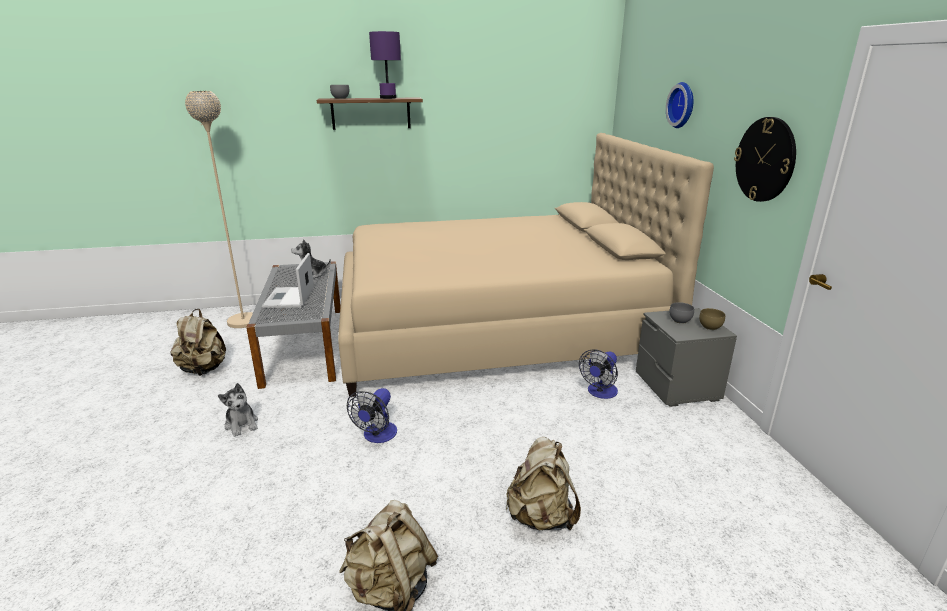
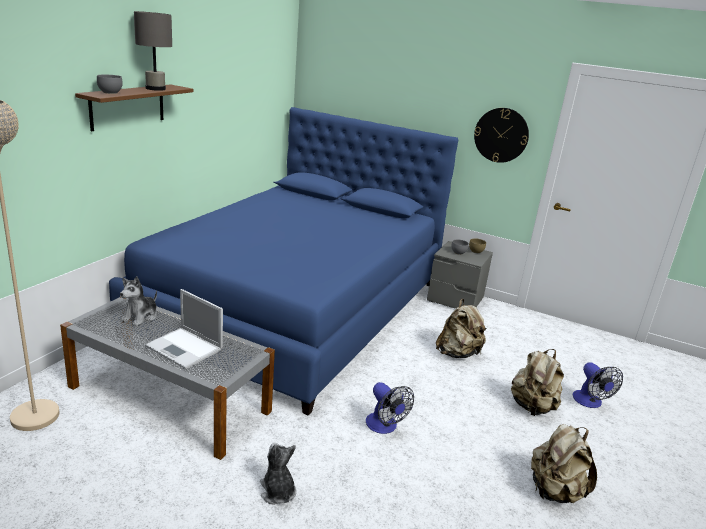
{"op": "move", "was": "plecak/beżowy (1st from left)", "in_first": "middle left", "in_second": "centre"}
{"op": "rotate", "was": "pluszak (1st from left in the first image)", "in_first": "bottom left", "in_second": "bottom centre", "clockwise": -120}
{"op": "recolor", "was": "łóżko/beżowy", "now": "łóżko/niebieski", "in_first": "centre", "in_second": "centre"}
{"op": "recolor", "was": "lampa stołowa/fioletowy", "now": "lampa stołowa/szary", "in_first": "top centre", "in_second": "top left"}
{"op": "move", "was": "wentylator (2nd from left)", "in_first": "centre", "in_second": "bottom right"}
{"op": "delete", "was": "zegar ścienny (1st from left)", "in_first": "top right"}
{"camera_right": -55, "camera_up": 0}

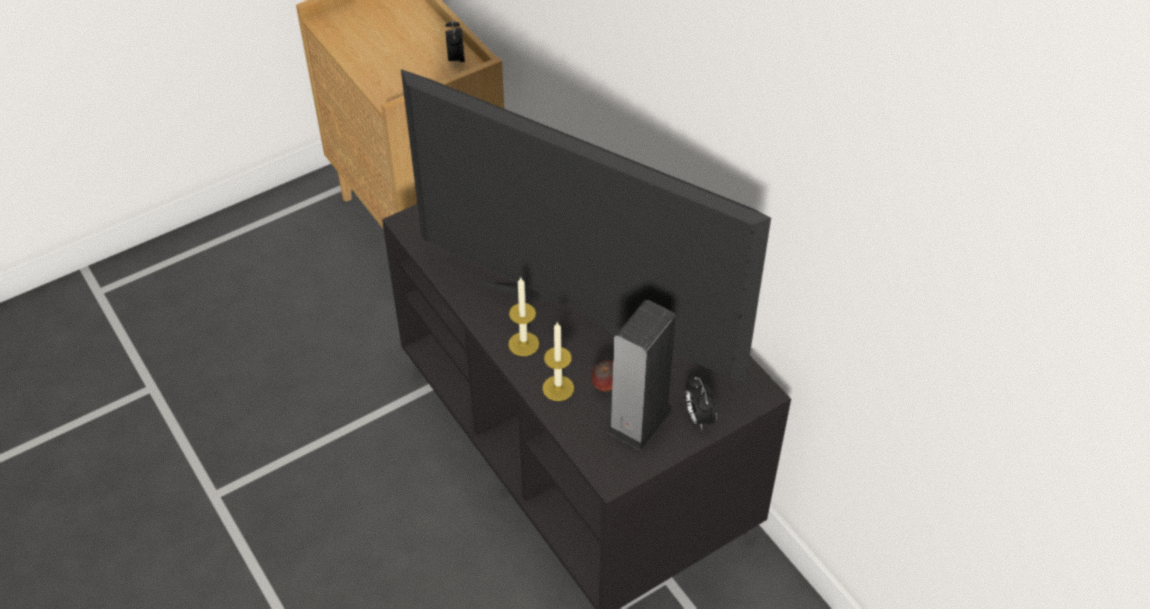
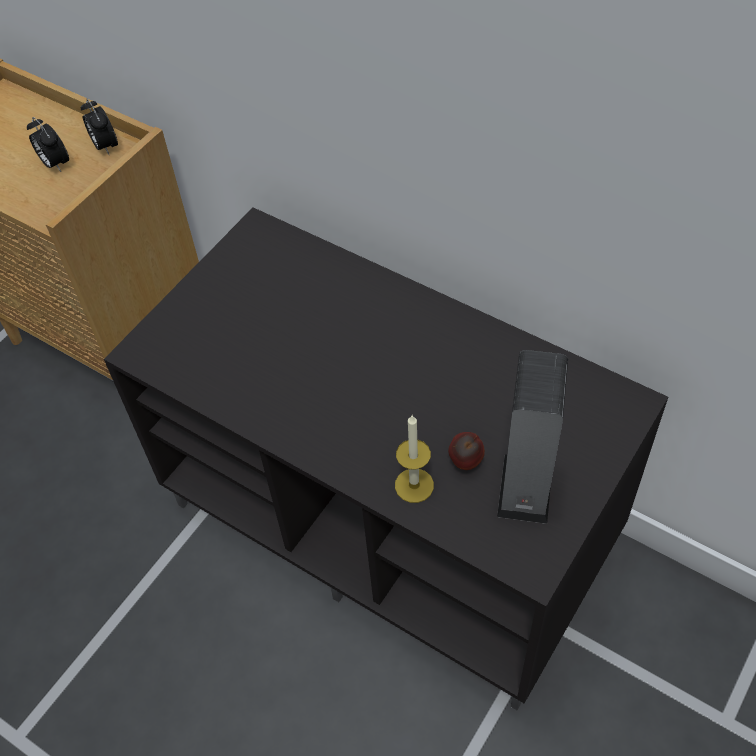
{"op": "delete", "was": "telewizor", "in_first": "centre"}
{"op": "delete", "was": "świeca (1st from left)", "in_first": "centre"}
{"op": "move", "was": "budzik (2nd from left in the first image)", "now": "budzik (1st from left)", "in_first": "centre", "in_second": "top left"}
{"camera_right": -20, "camera_up": 5}

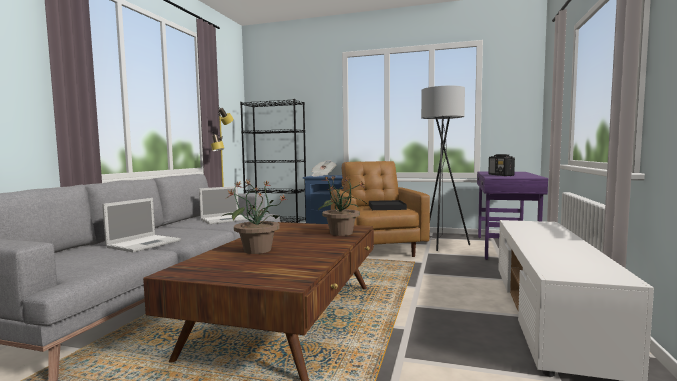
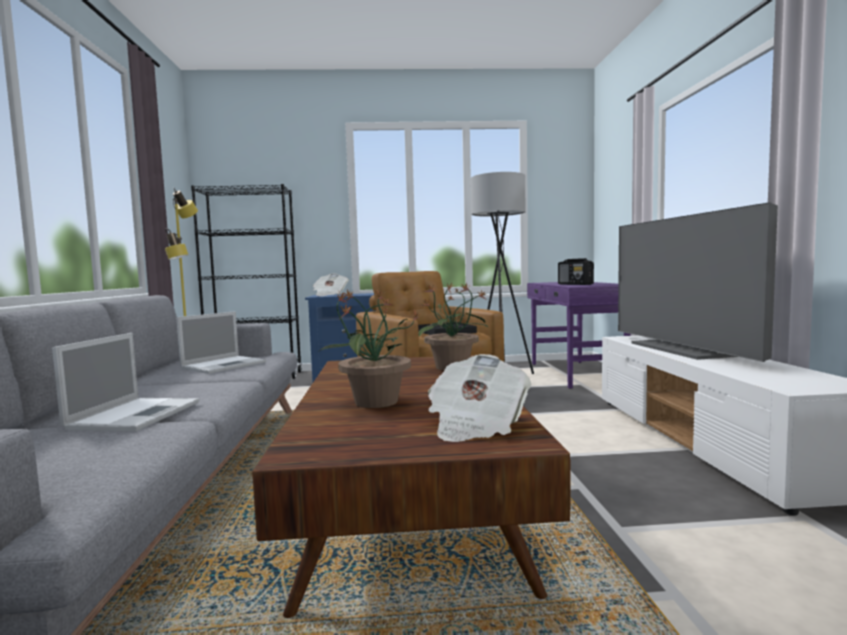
{"op": "insert", "now": "gazeta (2nd from left)", "in_second": "centre"}
{"op": "insert", "now": "telewizor", "in_second": "middle right"}
{"camera_right": -20, "camera_up": 0}

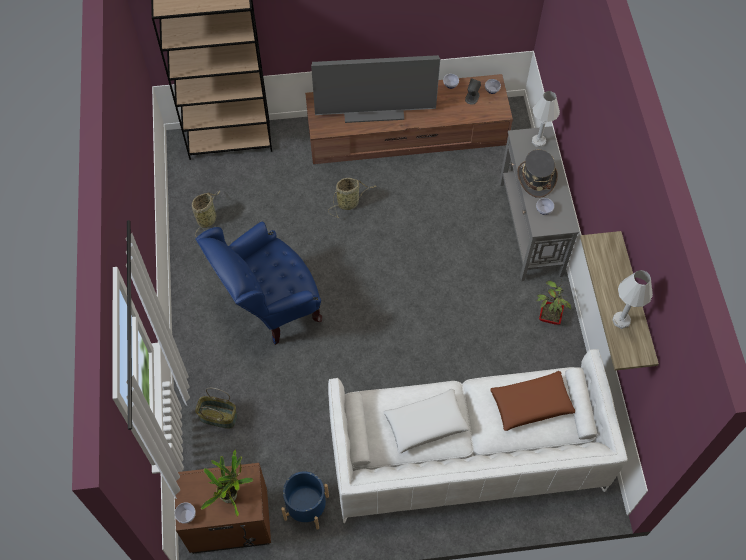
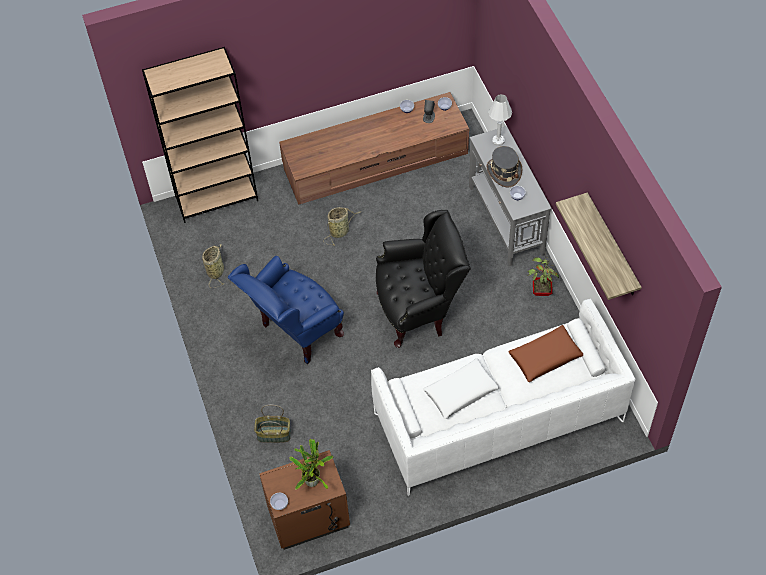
{"op": "delete", "was": "donica/niebieski", "in_first": "bottom centre"}
{"op": "delete", "was": "telewizor", "in_first": "top centre"}
{"op": "delete", "was": "lampa stołowa/biały (2nd from left)", "in_first": "middle right"}
{"op": "insert", "now": "fotel/czarny", "in_second": "centre"}
{"camera_right": -10, "camera_up": -5}

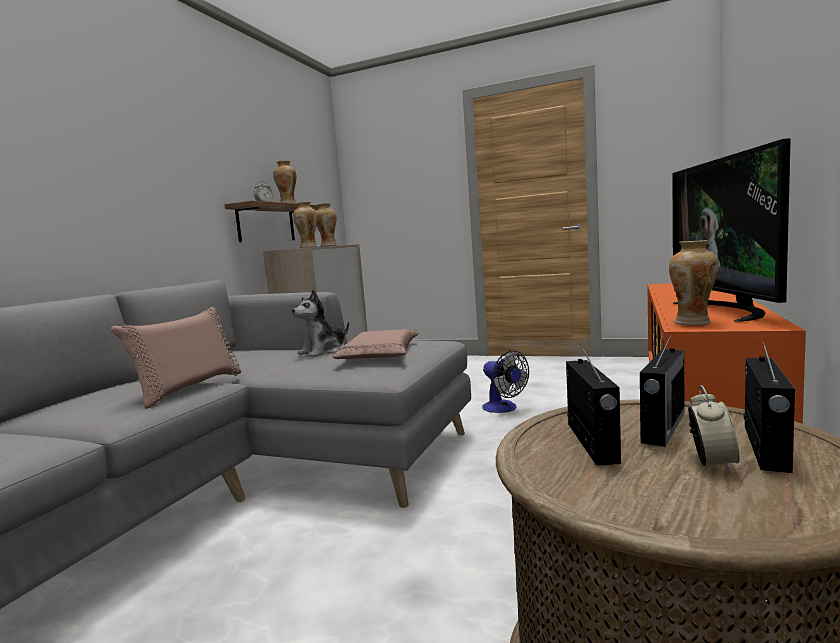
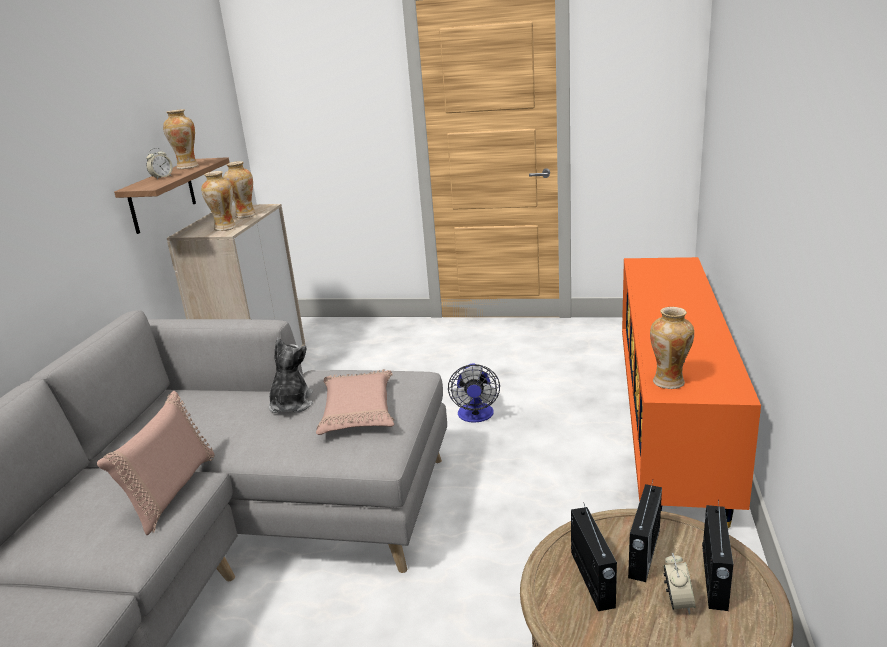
{"op": "rotate", "was": "pluszak", "in_first": "centre", "in_second": "middle left", "clockwise": 150}
{"op": "rotate", "was": "wentylator", "in_first": "centre", "in_second": "centre", "clockwise": 45}
{"op": "delete", "was": "telewizor", "in_first": "middle right"}
{"camera_right": -10, "camera_up": 15}

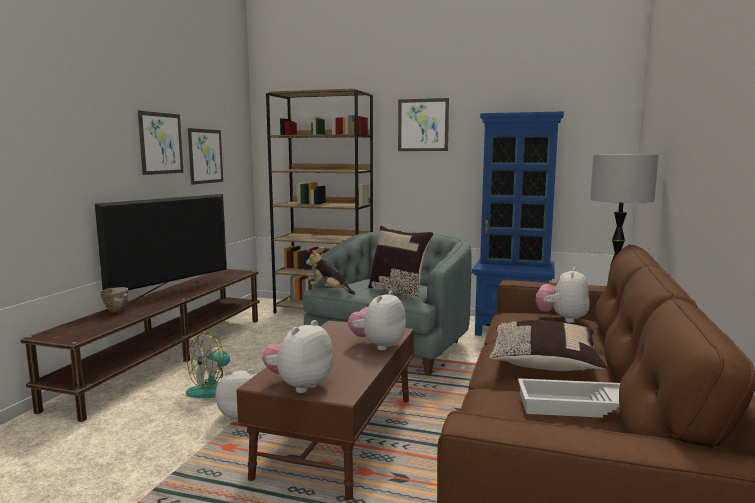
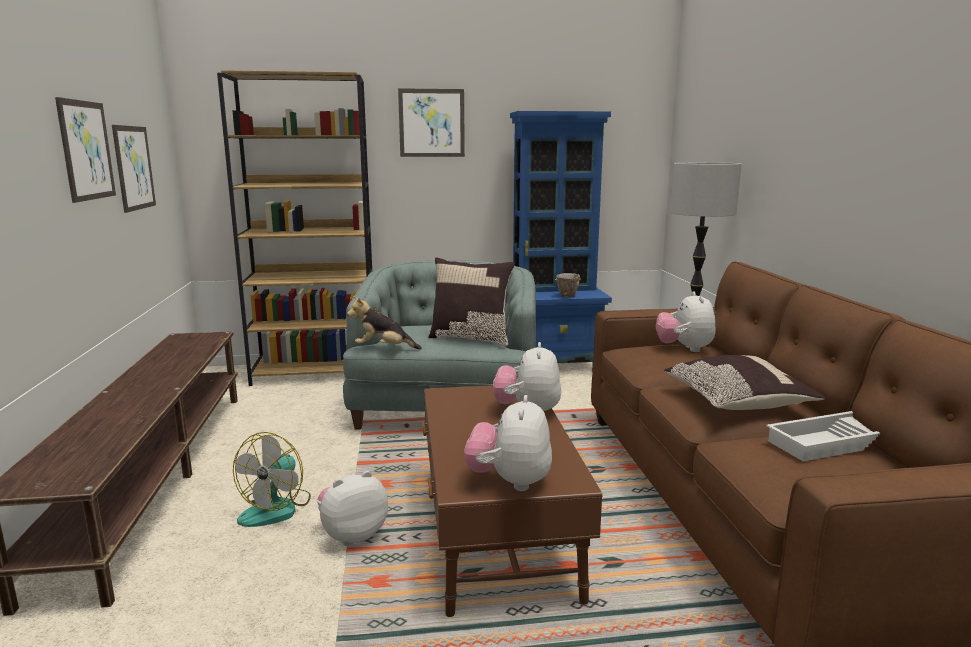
{"op": "delete", "was": "telewizor", "in_first": "middle left"}
{"op": "move", "was": "miska", "in_first": "middle left", "in_second": "centre"}
{"camera_right": -25, "camera_up": 5}

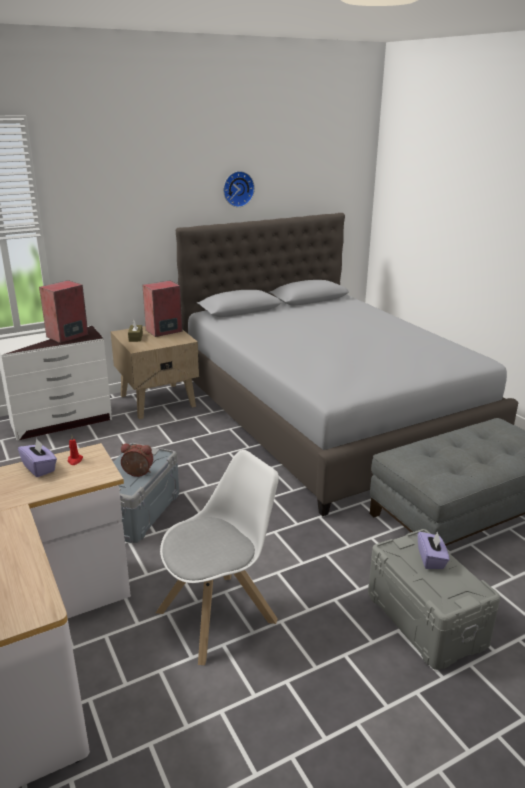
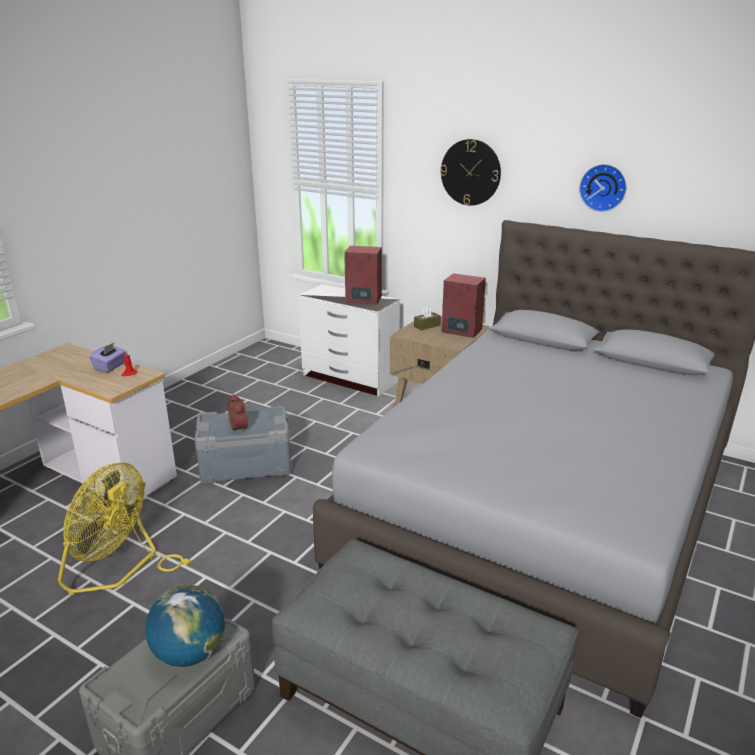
{"op": "replace", "was": "krzesło", "now": "wentylator/żółty", "in_first": "bottom centre", "in_second": "bottom left"}
{"op": "replace", "was": "pudełko chusteczek/fioletowy (2nd from left)", "now": "globus", "in_first": "bottom right", "in_second": "bottom left"}
{"op": "insert", "now": "zegar ścienny (1st from left)", "in_second": "top centre"}
{"camera_right": 60, "camera_up": 0}

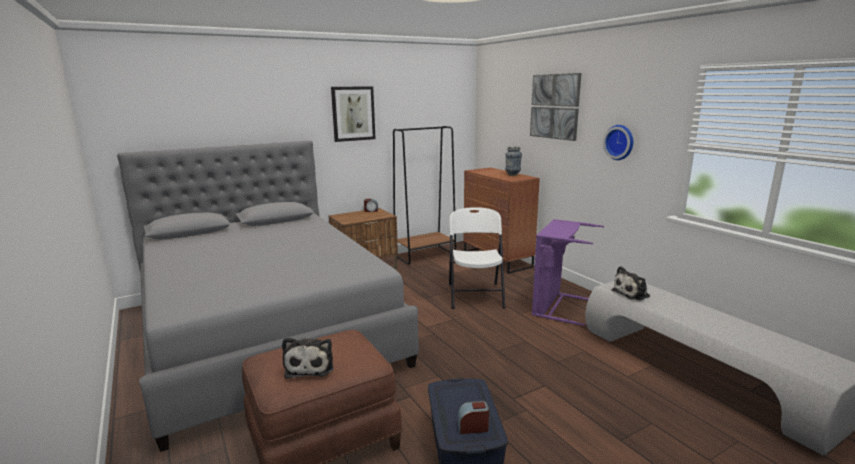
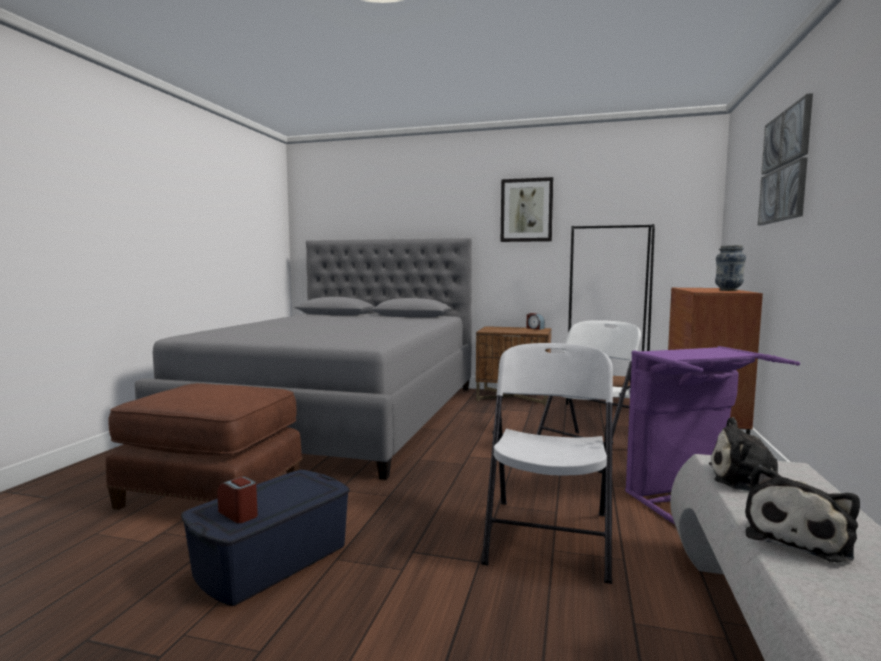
{"op": "move", "was": "pluszak (1st from left in the first image)", "now": "pluszak (2nd from left)", "in_first": "bottom centre", "in_second": "bottom right"}
{"op": "delete", "was": "zegar ścienny", "in_first": "top right"}
{"op": "insert", "now": "krzesło/biały (1st from left)", "in_second": "bottom centre"}
{"camera_right": 45, "camera_up": -10}

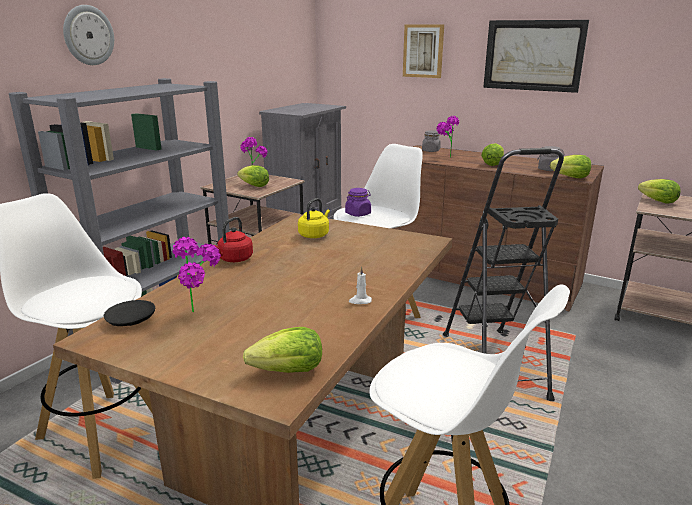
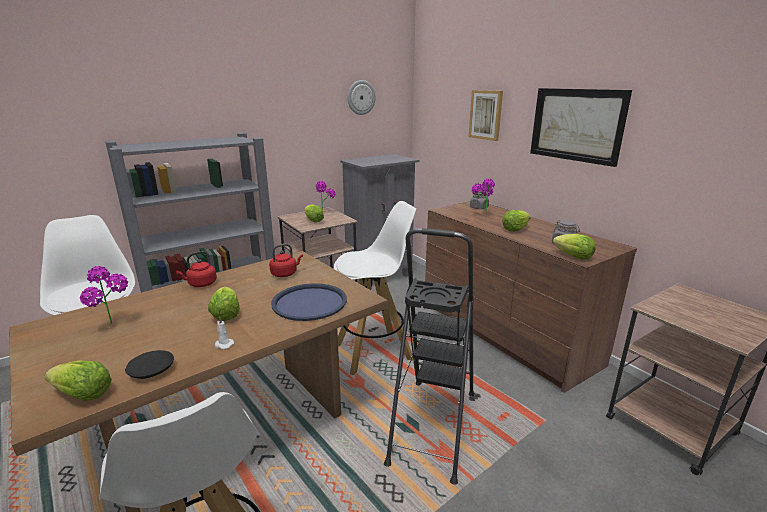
{"op": "move", "was": "zegar ścienny", "in_first": "top left", "in_second": "top centre"}
{"op": "move", "was": "talerz/czarny", "in_first": "middle left", "in_second": "bottom left"}
{"op": "recolor", "was": "czajnik/żółty", "now": "czajnik/czerwony (2nd from left)", "in_first": "centre", "in_second": "centre"}
{"op": "delete", "was": "słoik/fioletowy", "in_first": "centre"}
{"op": "move", "was": "sałata (5th from left in the first image)", "now": "sałata (2nd from left)", "in_first": "middle right", "in_second": "middle left"}
{"op": "insert", "now": "taca/niebieski", "in_second": "centre"}
{"camera_right": 25, "camera_up": 0}

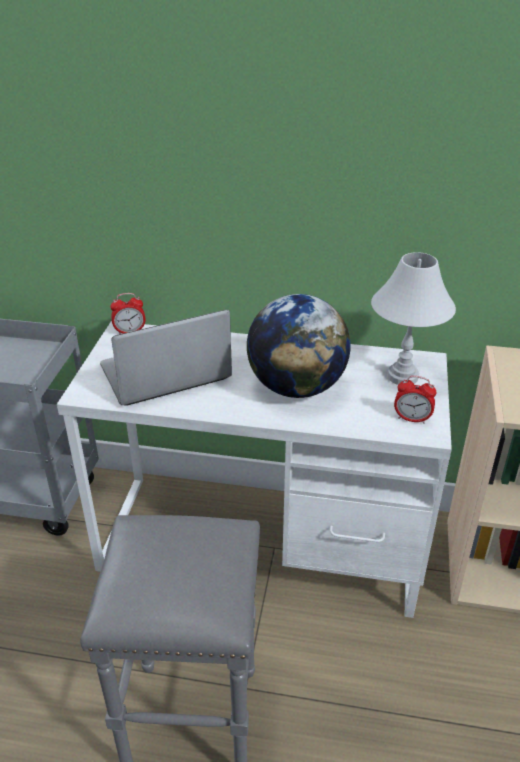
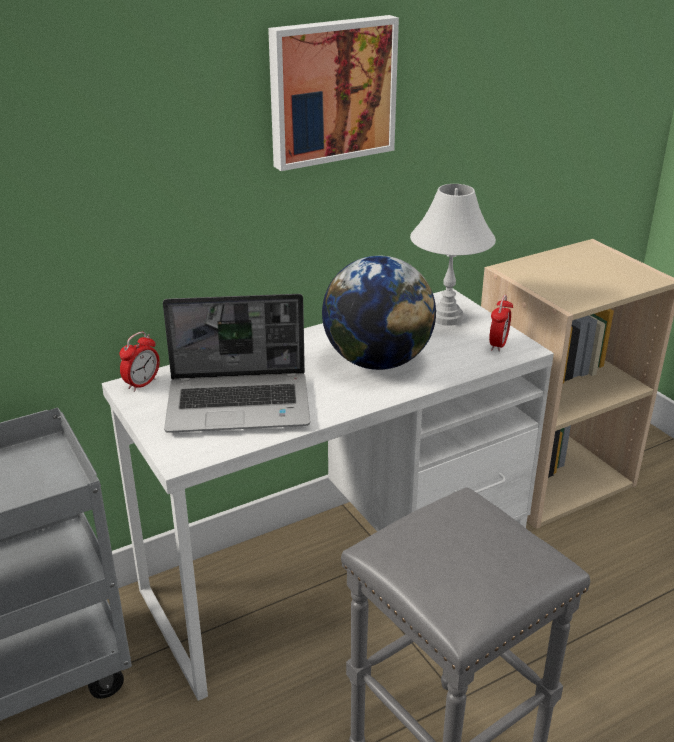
{"op": "rotate", "was": "laptop", "in_first": "middle left", "in_second": "centre", "clockwise": -120}
{"op": "rotate", "was": "budzik (2nd from left)", "in_first": "middle right", "in_second": "middle right", "clockwise": -45}
{"op": "insert", "now": "obraz", "in_second": "top centre"}
{"camera_right": -40, "camera_up": -5}

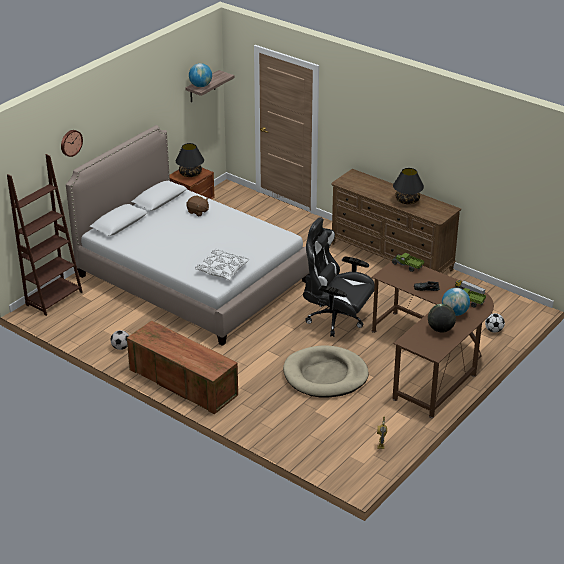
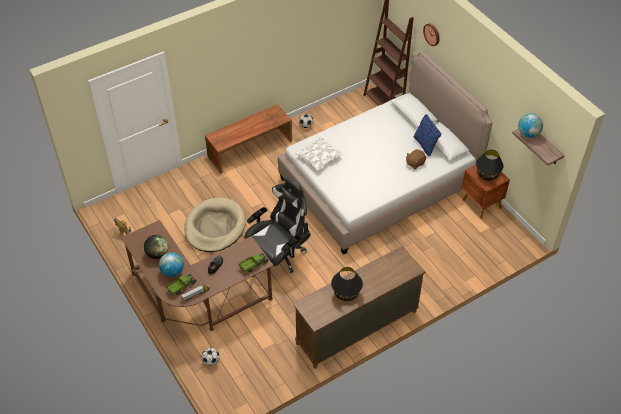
{"op": "insert", "now": "poduszka/niebieski", "in_second": "top right"}
{"camera_right": 110, "camera_up": 15}

